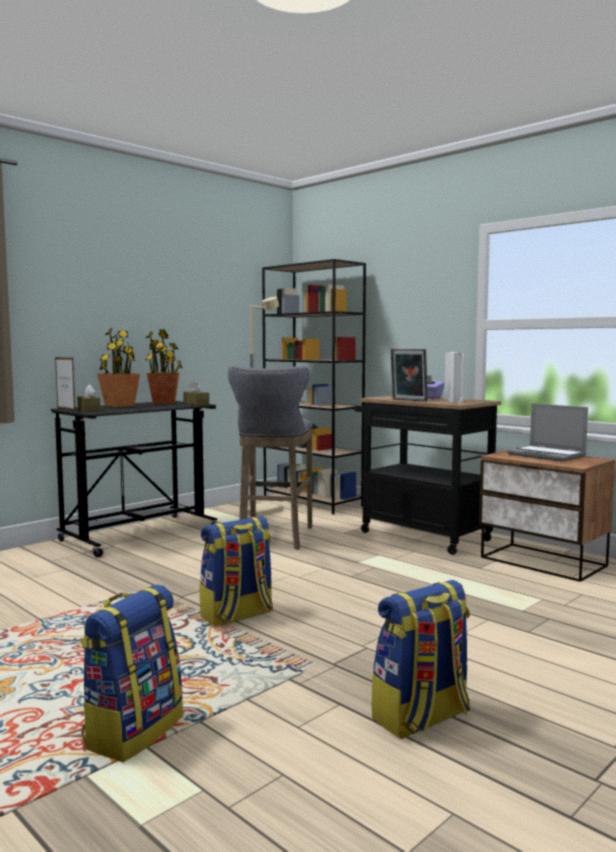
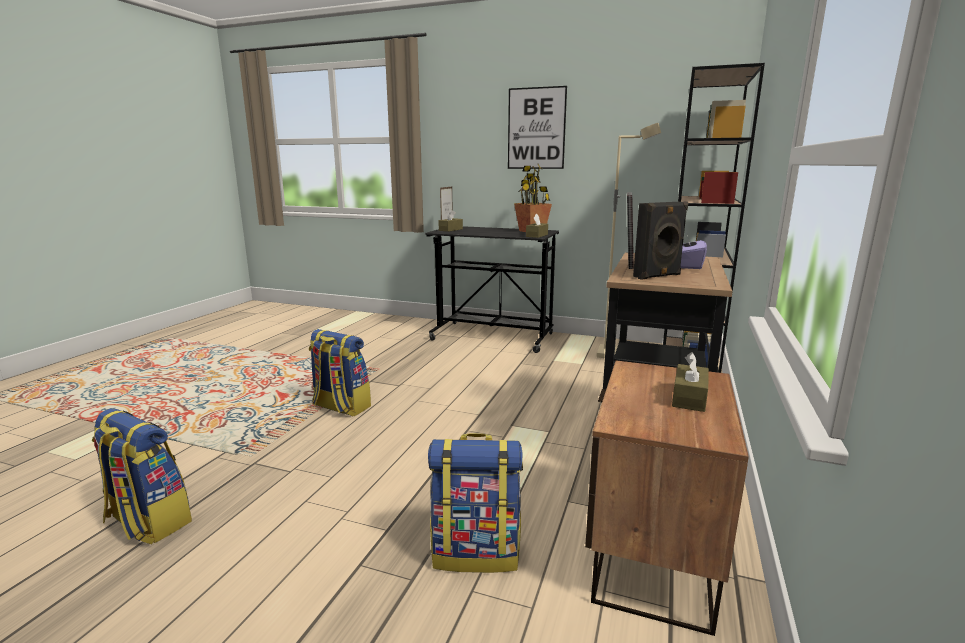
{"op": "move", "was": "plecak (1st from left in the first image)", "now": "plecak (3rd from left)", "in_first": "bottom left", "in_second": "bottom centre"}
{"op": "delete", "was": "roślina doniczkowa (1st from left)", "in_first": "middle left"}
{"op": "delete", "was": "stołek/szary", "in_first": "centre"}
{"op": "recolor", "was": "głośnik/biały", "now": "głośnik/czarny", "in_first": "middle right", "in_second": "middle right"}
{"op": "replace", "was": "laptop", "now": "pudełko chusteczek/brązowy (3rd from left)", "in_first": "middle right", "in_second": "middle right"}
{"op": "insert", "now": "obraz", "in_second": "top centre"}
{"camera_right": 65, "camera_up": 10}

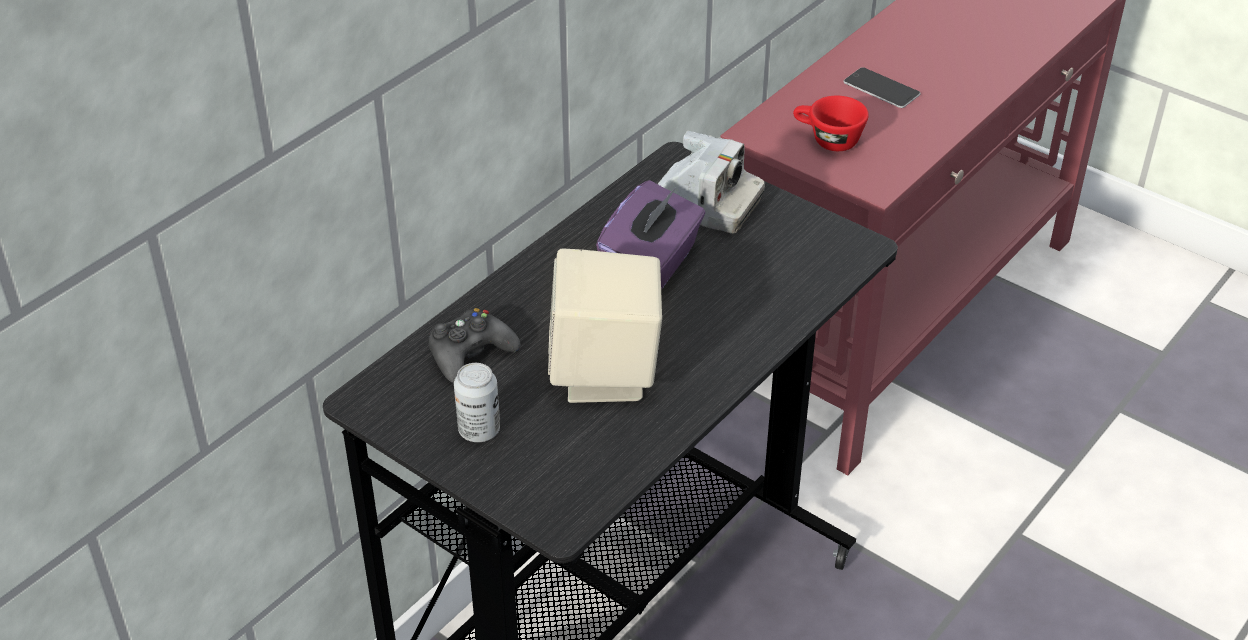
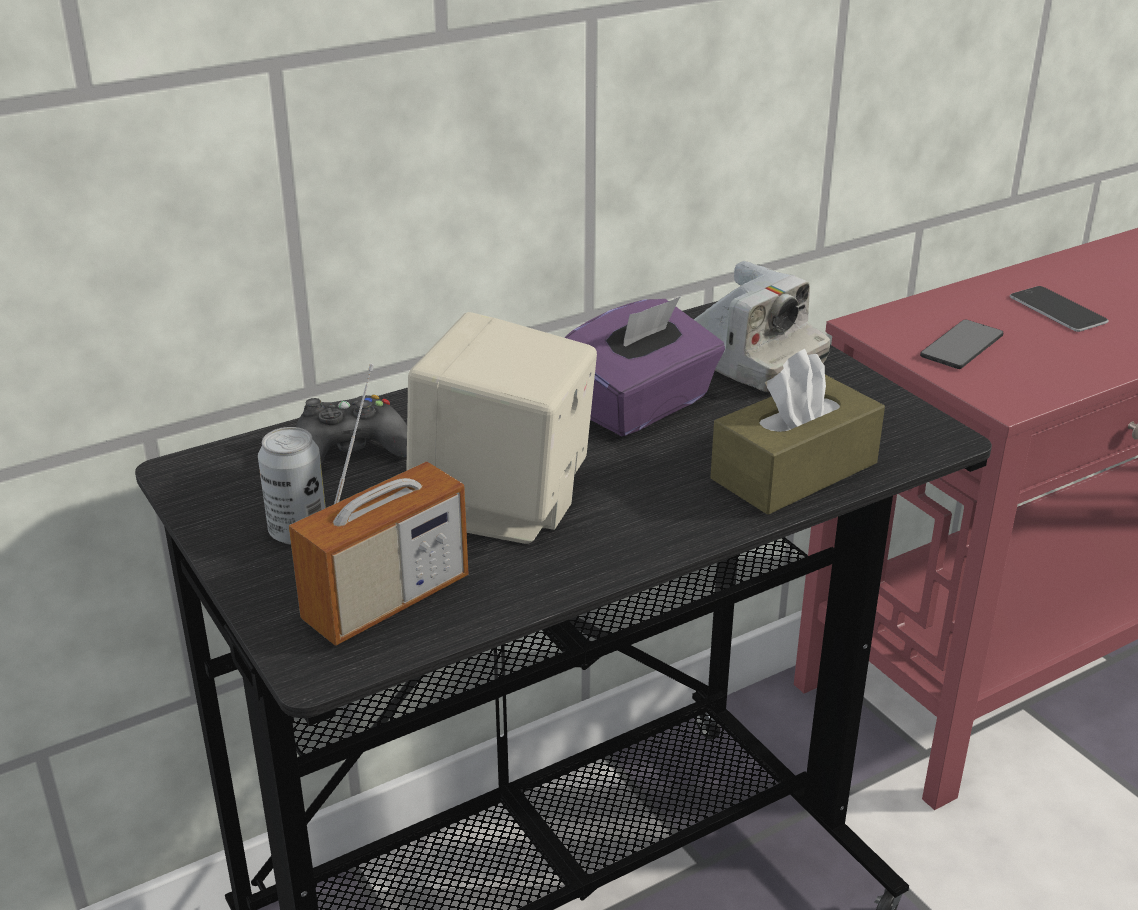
{"op": "replace", "was": "filiżanka/czerwony", "now": "telefon (1st from left)", "in_first": "top centre", "in_second": "middle right"}
{"op": "insert", "now": "radio", "in_second": "middle left"}
{"op": "insert", "now": "pudełko chusteczek/brązowy", "in_second": "middle right"}
{"camera_right": 20, "camera_up": -10}

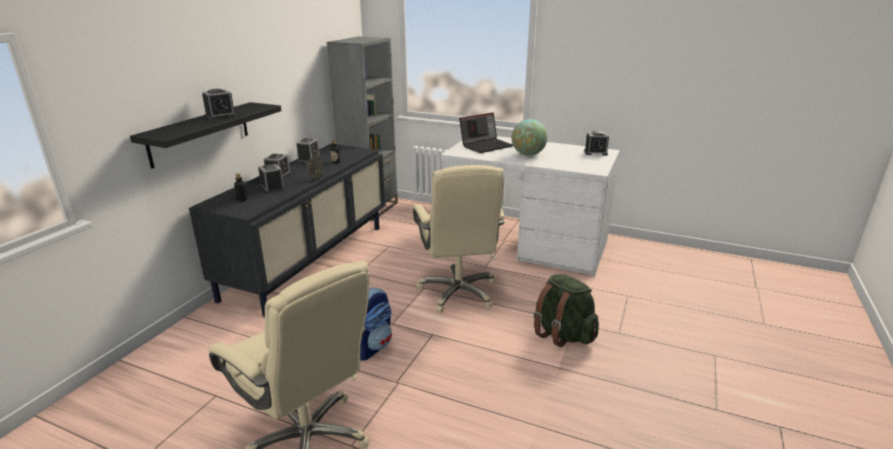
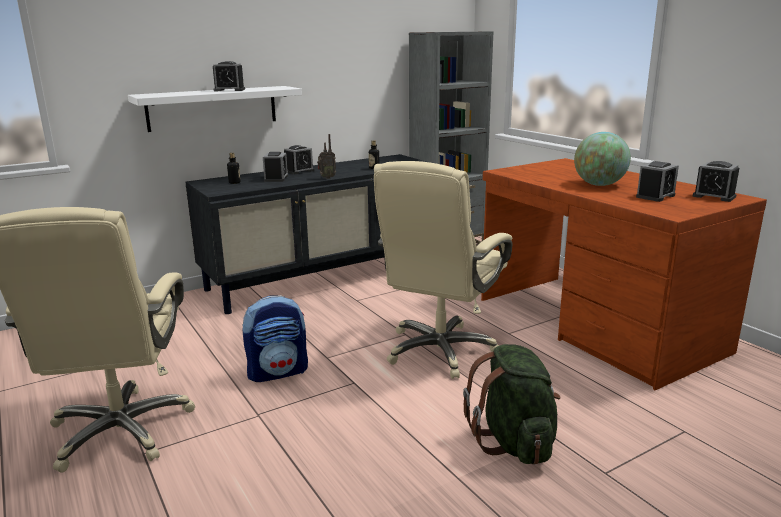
{"op": "recolor", "was": "półka/czarny", "now": "półka/biały", "in_first": "top left", "in_second": "top left"}
{"op": "move", "was": "budzik (4th from left)", "in_first": "centre", "in_second": "middle right"}
{"op": "recolor", "was": "biurko/biały", "now": "biurko/brązowy", "in_first": "centre", "in_second": "middle right"}
{"op": "delete", "was": "laptop", "in_first": "top centre"}
{"camera_right": 35, "camera_up": -5}

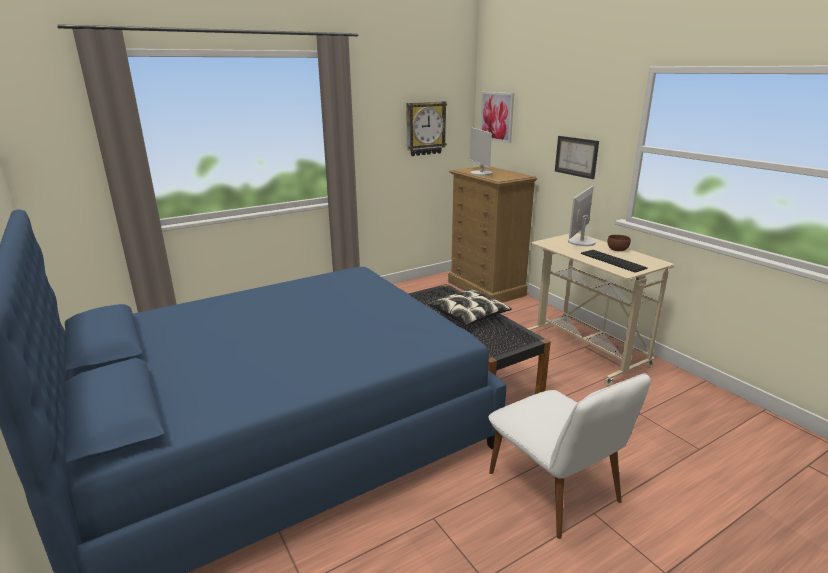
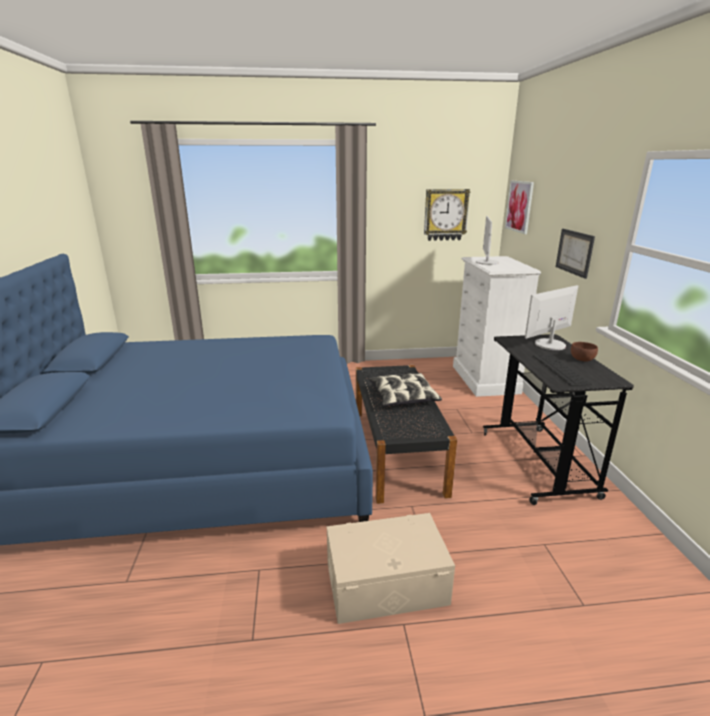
{"op": "recolor", "was": "komoda/brązowy", "now": "komoda/biały", "in_first": "centre", "in_second": "middle right"}
{"op": "replace", "was": "krzesło/biały", "now": "pojemnik do przechowywania/beżowy", "in_first": "bottom right", "in_second": "bottom centre"}
{"op": "recolor", "was": "biurko/beżowy", "now": "biurko/czarny", "in_first": "middle right", "in_second": "middle right"}
{"camera_right": 25, "camera_up": 0}

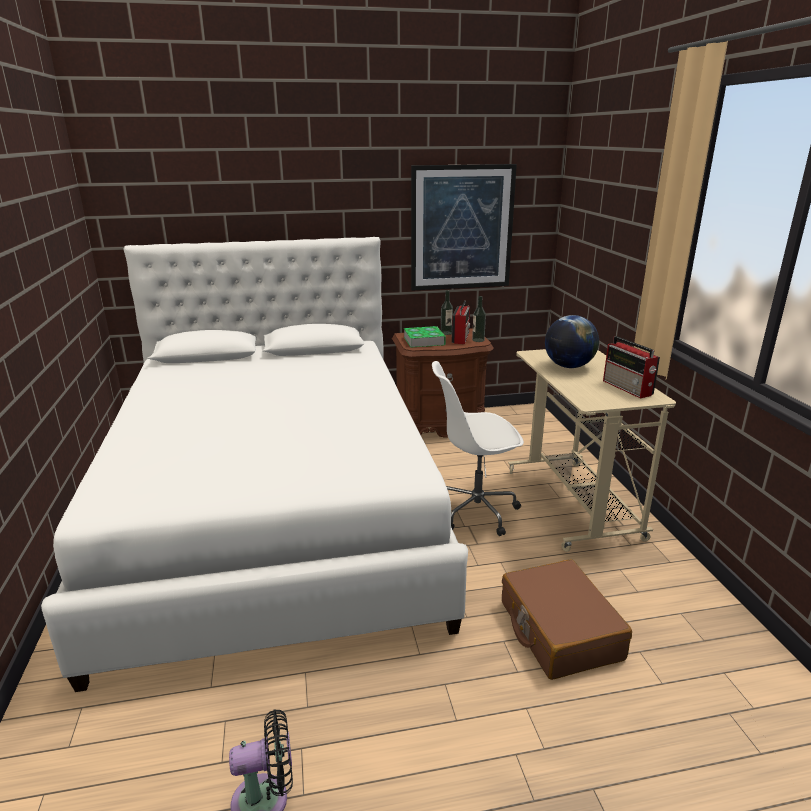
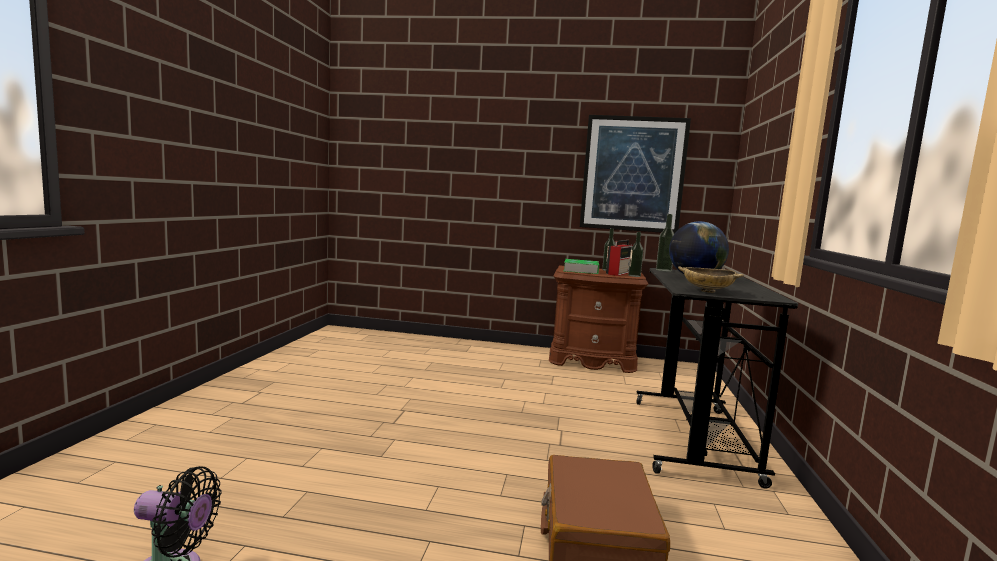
{"op": "delete", "was": "łóżko/biały", "in_first": "middle left"}
{"op": "delete", "was": "krzesło biurowe/biały", "in_first": "centre"}
{"op": "recolor", "was": "biurko/beżowy", "now": "biurko/czarny", "in_first": "middle right", "in_second": "bottom right"}
{"op": "delete", "was": "radio (2nd from left)", "in_first": "middle right"}
{"op": "insert", "now": "butelka (3rd from left)", "in_second": "middle right"}
{"op": "insert", "now": "miska/beżowy", "in_second": "middle right"}
{"camera_right": 20, "camera_up": -15}

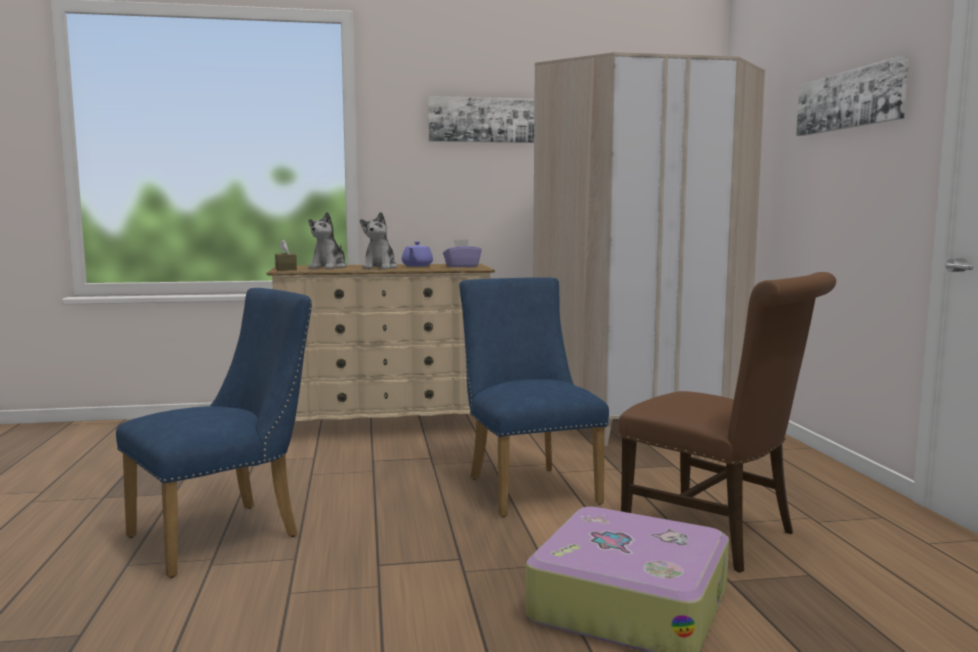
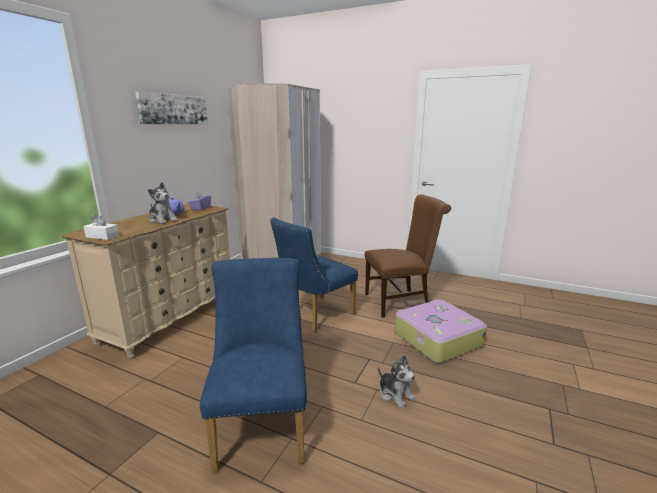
{"op": "recolor", "was": "pudełko chusteczek/brązowy", "now": "pudełko chusteczek/biały", "in_first": "middle left", "in_second": "middle left"}
{"op": "move", "was": "pluszak (1st from left in the first image)", "now": "pluszak (2nd from left)", "in_first": "centre", "in_second": "bottom centre"}
{"op": "rotate", "was": "krzesło/niebieski (2nd from left)", "in_first": "centre", "in_second": "centre", "clockwise": -60}
{"op": "delete", "was": "obraz (2nd from left)", "in_first": "top right"}
{"camera_right": -55, "camera_up": 10}

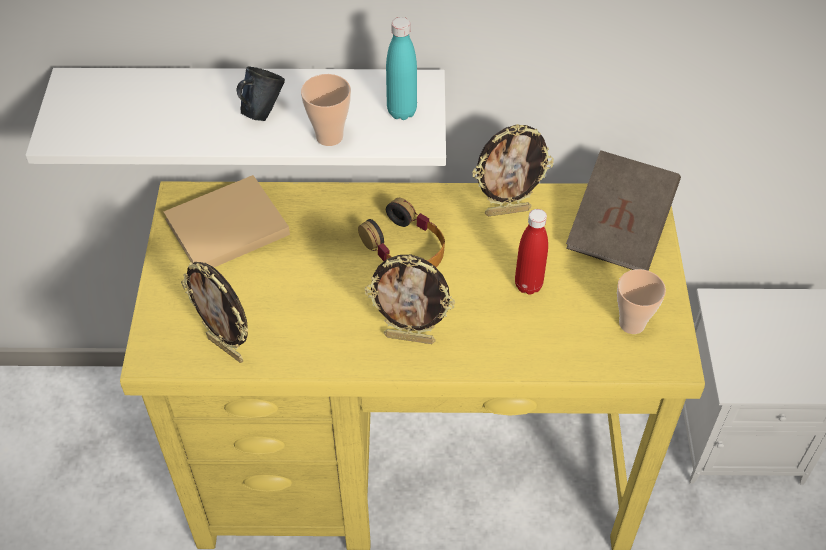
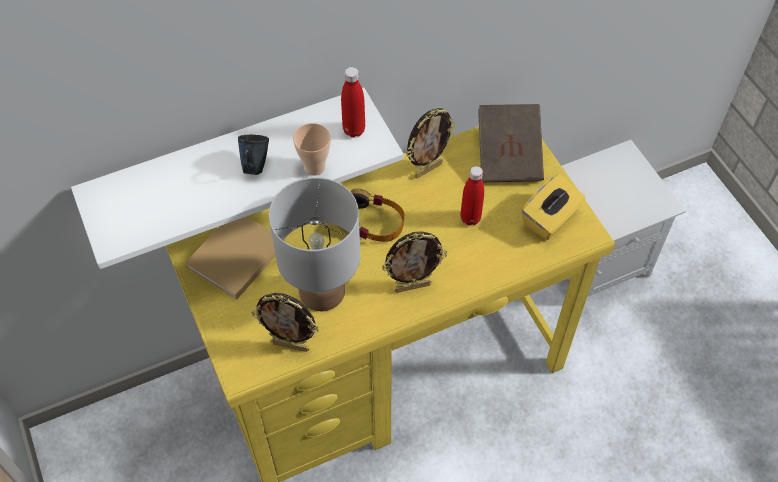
{"op": "recolor", "was": "butelka/turkusowy", "now": "butelka/czerwony (1st from left)", "in_first": "top centre", "in_second": "top centre"}
{"op": "replace", "was": "filiżanka (2nd from left)", "now": "pudełko chusteczek/żółty", "in_first": "middle right", "in_second": "middle right"}
{"op": "insert", "now": "lampa stołowa/szary", "in_second": "centre"}
{"camera_right": -25, "camera_up": 5}

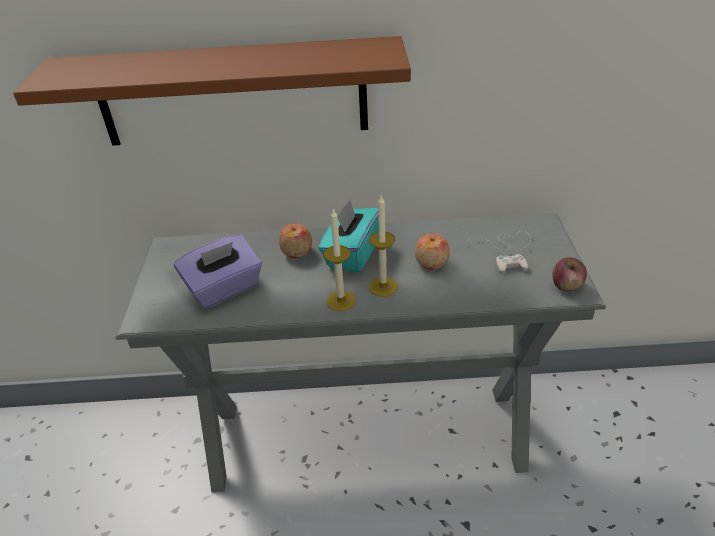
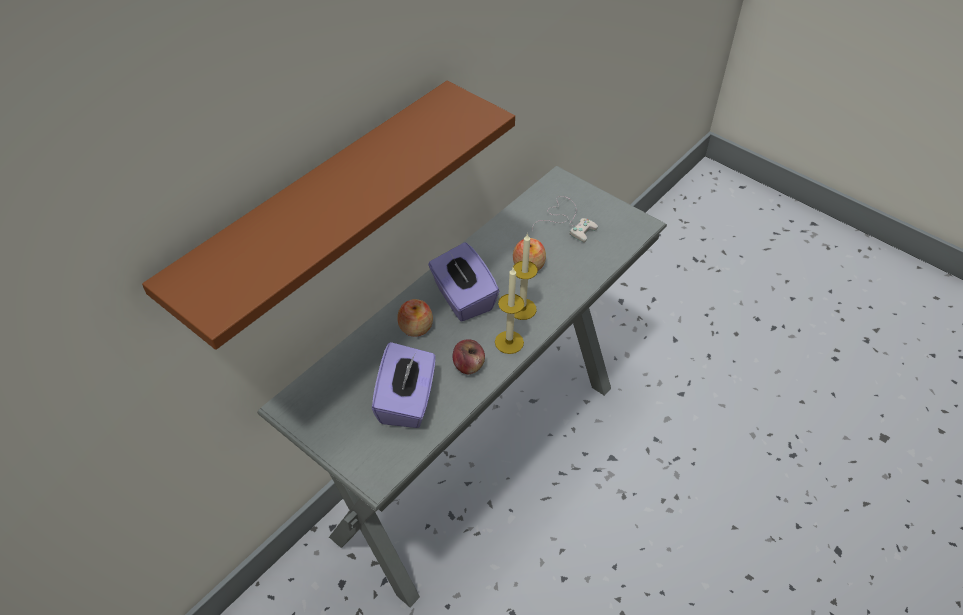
{"op": "recolor", "was": "pudełko chusteczek/turkusowy", "now": "pudełko chusteczek/fioletowy (2nd from left)", "in_first": "centre", "in_second": "centre"}
{"op": "move", "was": "jabłko (3rd from left in the first image)", "now": "jabłko (2nd from left)", "in_first": "middle right", "in_second": "centre"}
{"camera_right": -50, "camera_up": 10}

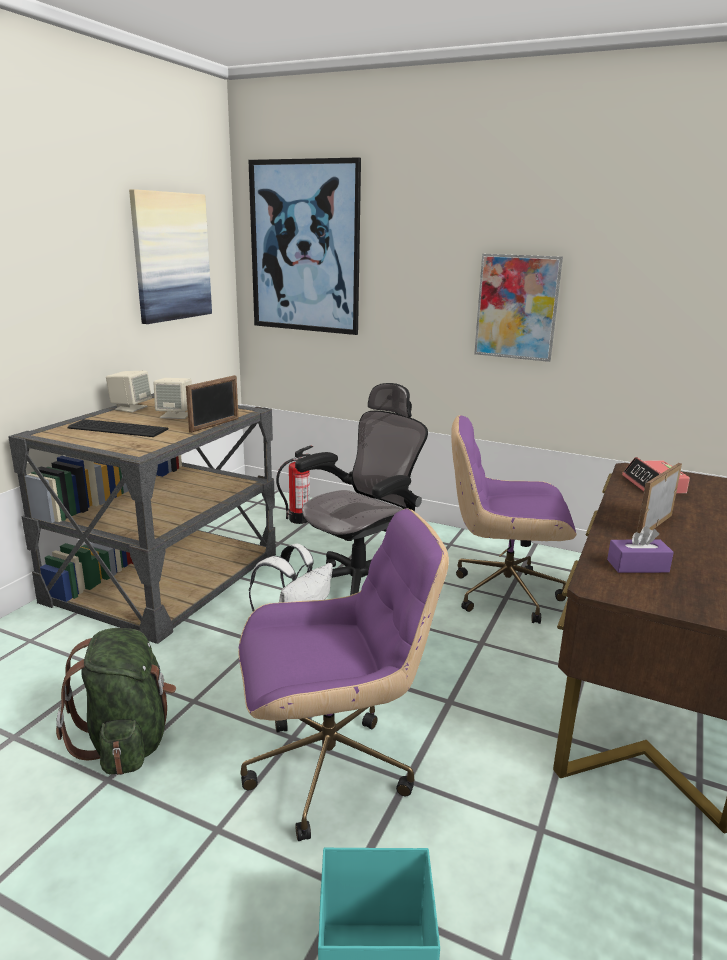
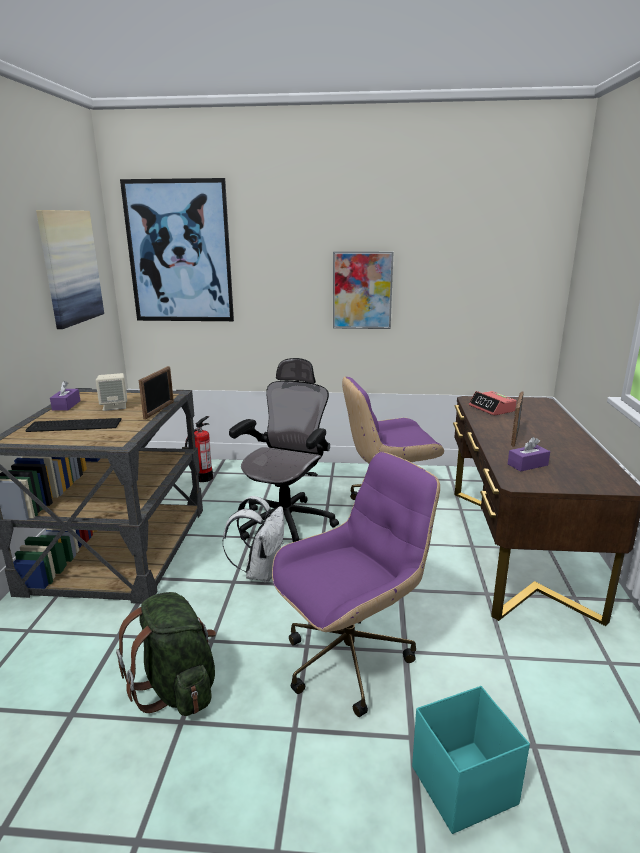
{"op": "replace", "was": "głośnik/beżowy (1st from left)", "now": "pudełko chusteczek/fioletowy (1st from left)", "in_first": "middle left", "in_second": "middle left"}
{"camera_right": -20, "camera_up": 0}

